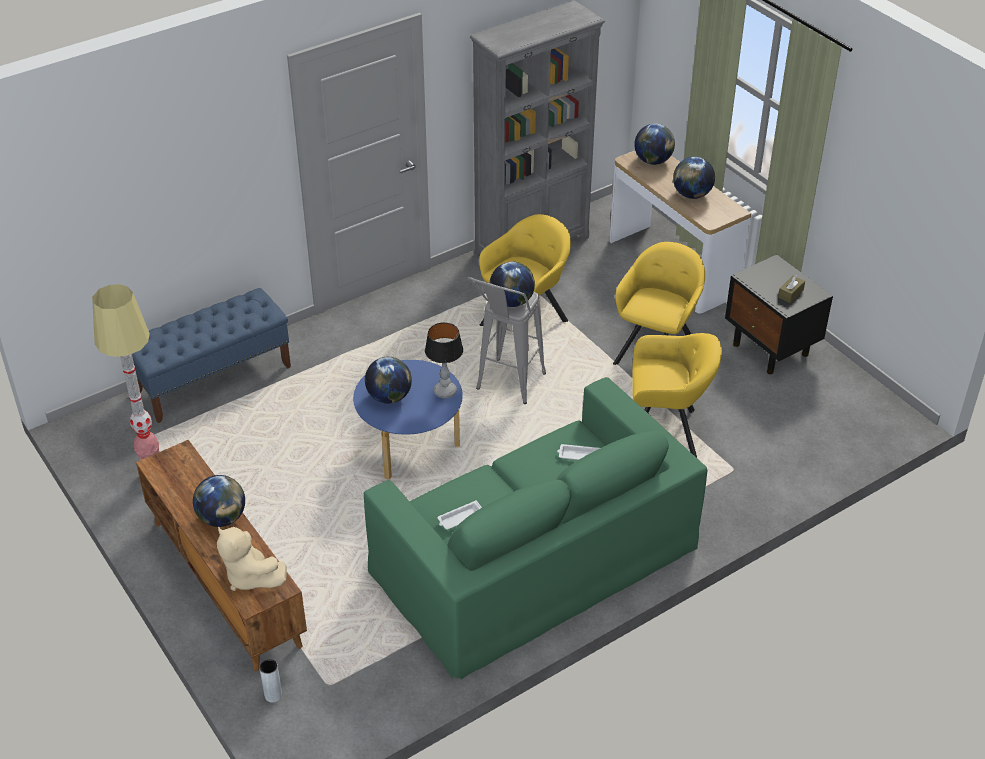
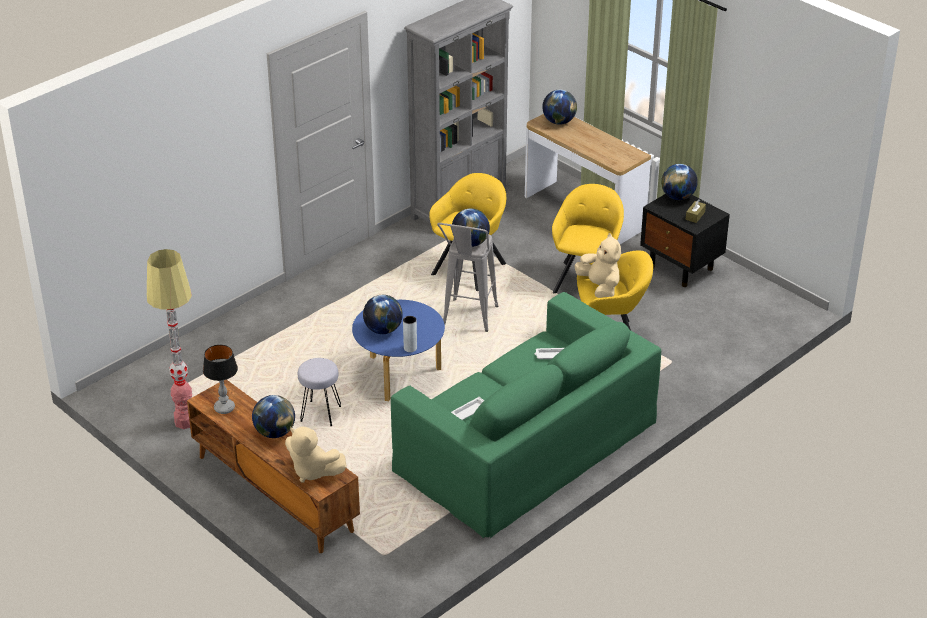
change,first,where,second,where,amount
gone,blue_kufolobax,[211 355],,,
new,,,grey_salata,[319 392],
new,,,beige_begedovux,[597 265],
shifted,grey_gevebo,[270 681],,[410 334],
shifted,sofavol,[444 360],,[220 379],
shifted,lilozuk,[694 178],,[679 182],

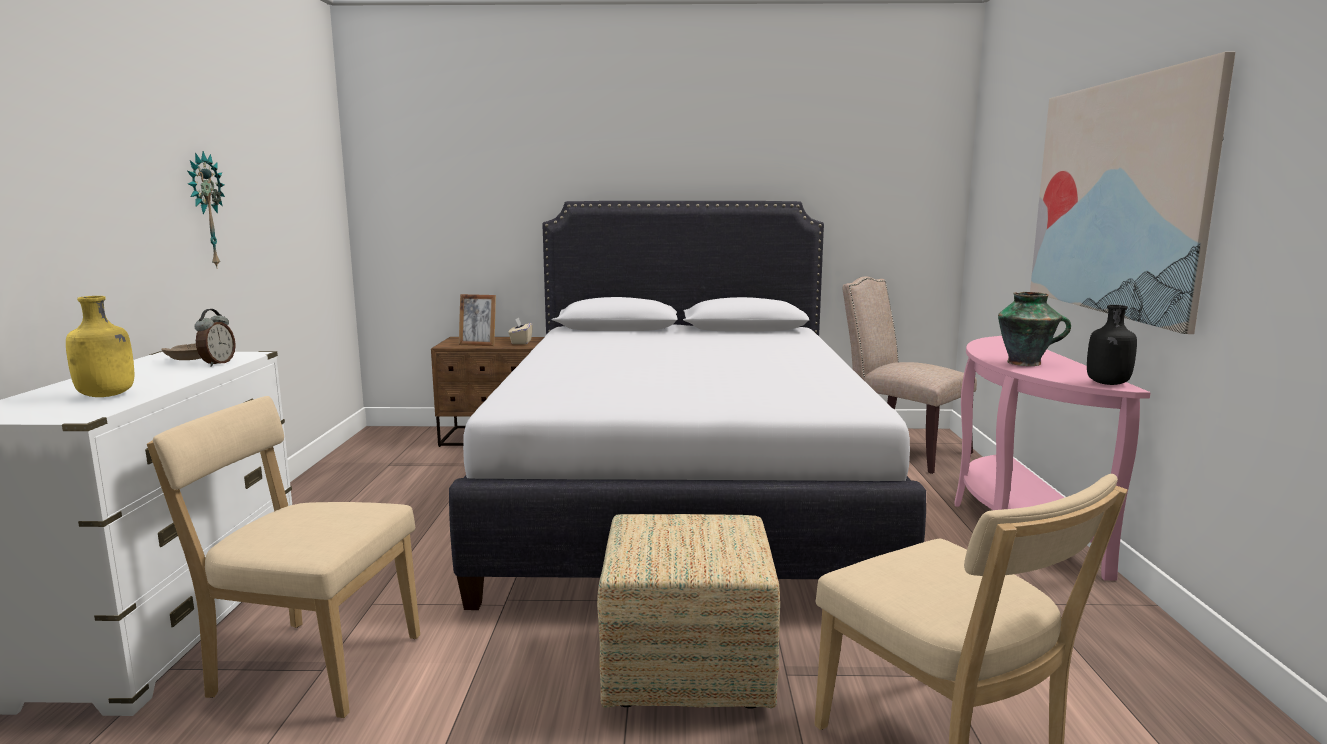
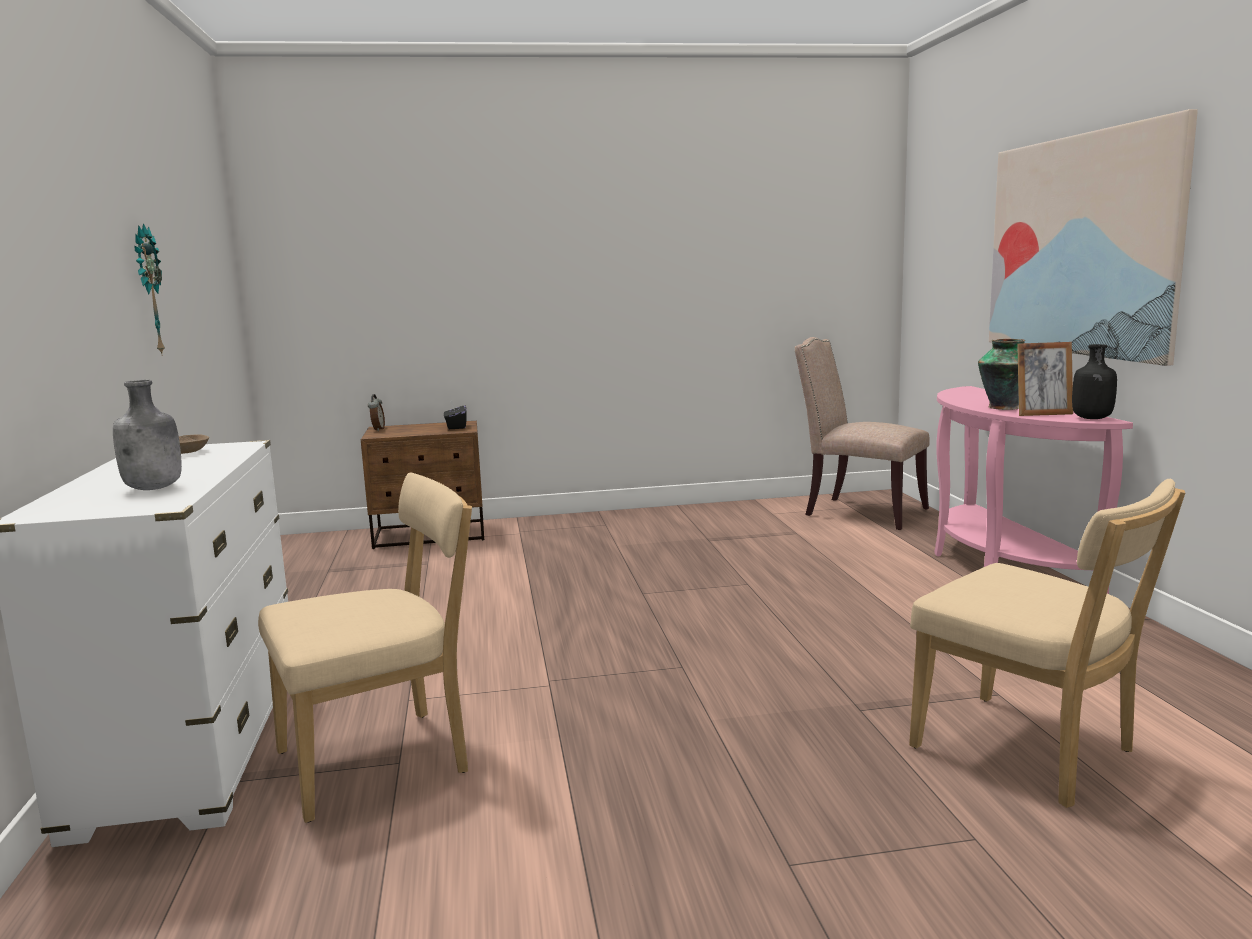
change,first,where,second,where,amount
gone,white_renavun,[687 405],,,
gone,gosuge,[688 611],,,
shifted,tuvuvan,[215 338],,[376 412],
shifted,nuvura,[477 320],,[1045 379],
repainted,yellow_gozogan,[100 346],grey_gozogan,[147 435],
repainted,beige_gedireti,[520 330],black_gedireti,[455 414],
rotated,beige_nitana,[283 557],,[365 647],150 degrees clockwise

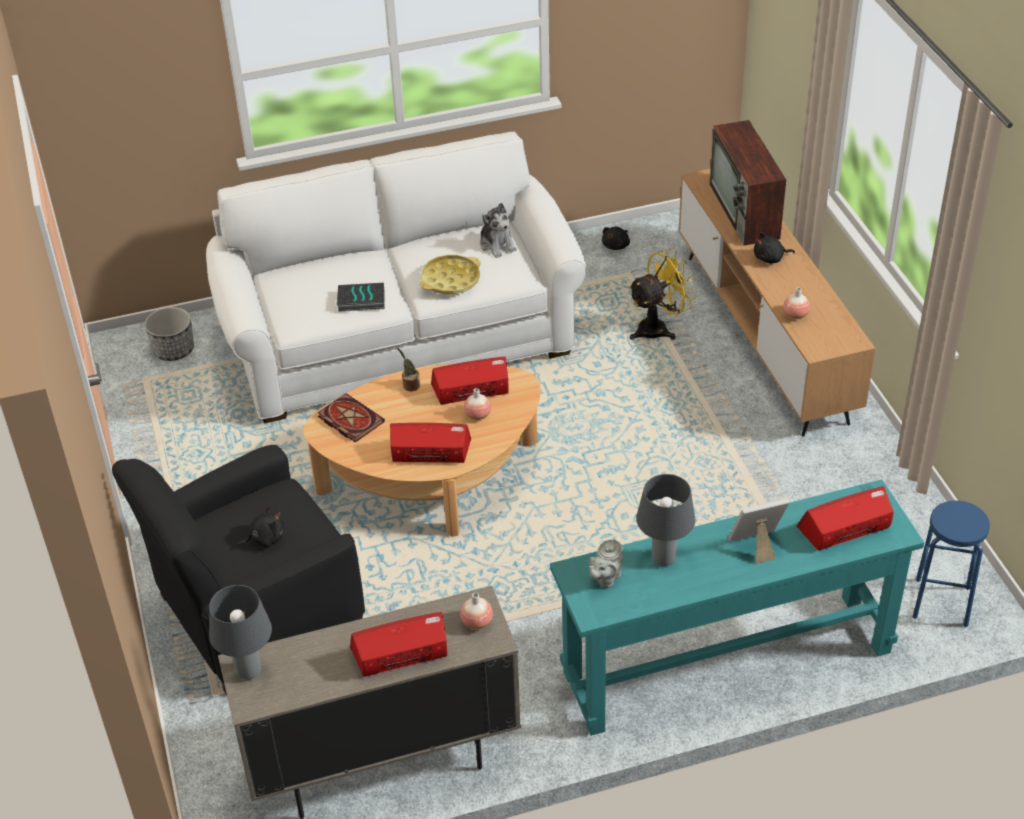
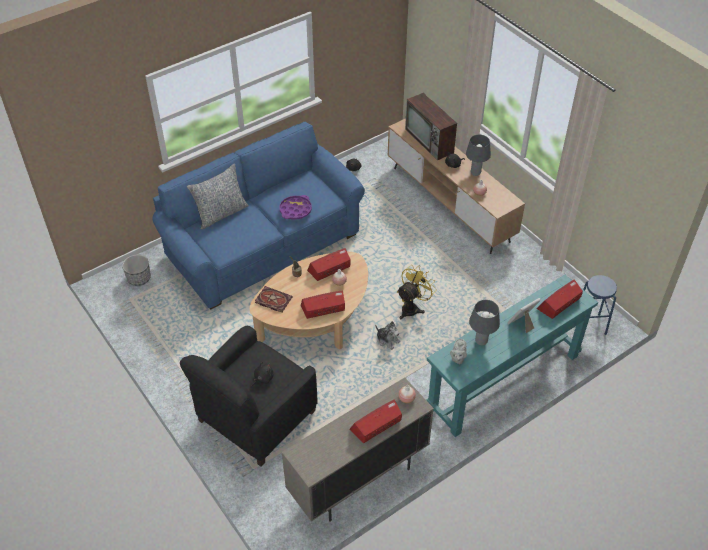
change,first,where,second,where,amount
gone,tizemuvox,[361 297],,,
new,,,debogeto,[218 196],
shifted,grey_sofavol,[240 632],,[478 155],
shifted,begedovux,[498 230],,[387 335],
shifted,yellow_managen,[662 295],,[417 292],
repainted,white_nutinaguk,[396 277],blue_nutinaguk,[258 215],
repainted,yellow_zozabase,[450 274],purple_zozabase,[295 207],

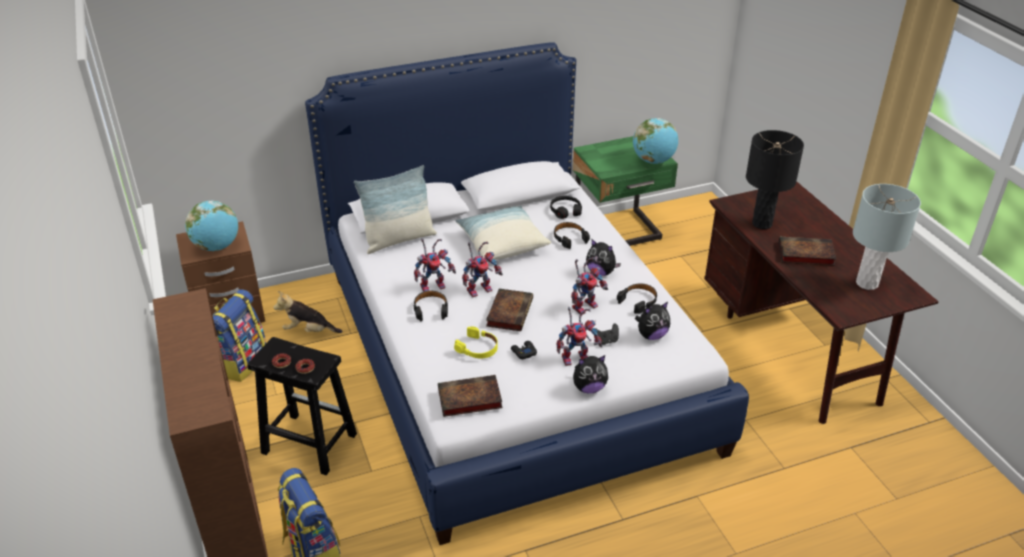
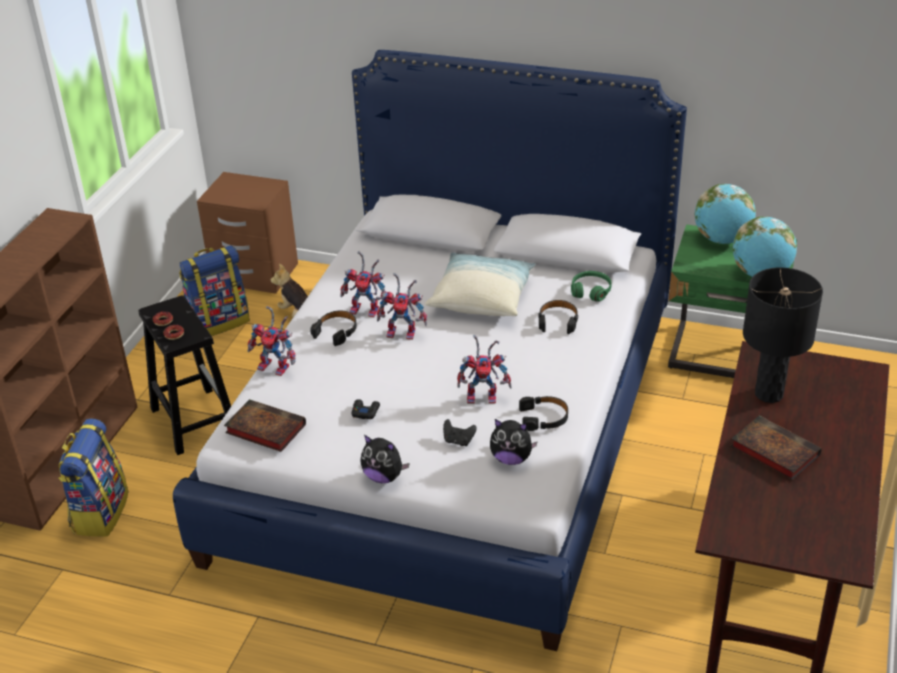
change,first,where,second,where,amount
gone,debogeto,[395 209],,,
gone,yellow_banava,[476 342],,,
gone,tizemuvox,[509 310],,,
gone,begedovux,[603 257],,,
gone,grey_sofavol,[887 237],,,
shifted,lilozuk,[211 226],,[725 214],
shifted,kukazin,[579 336],,[272 341],
repainted,black_banava,[566 207],green_banava,[591 286],

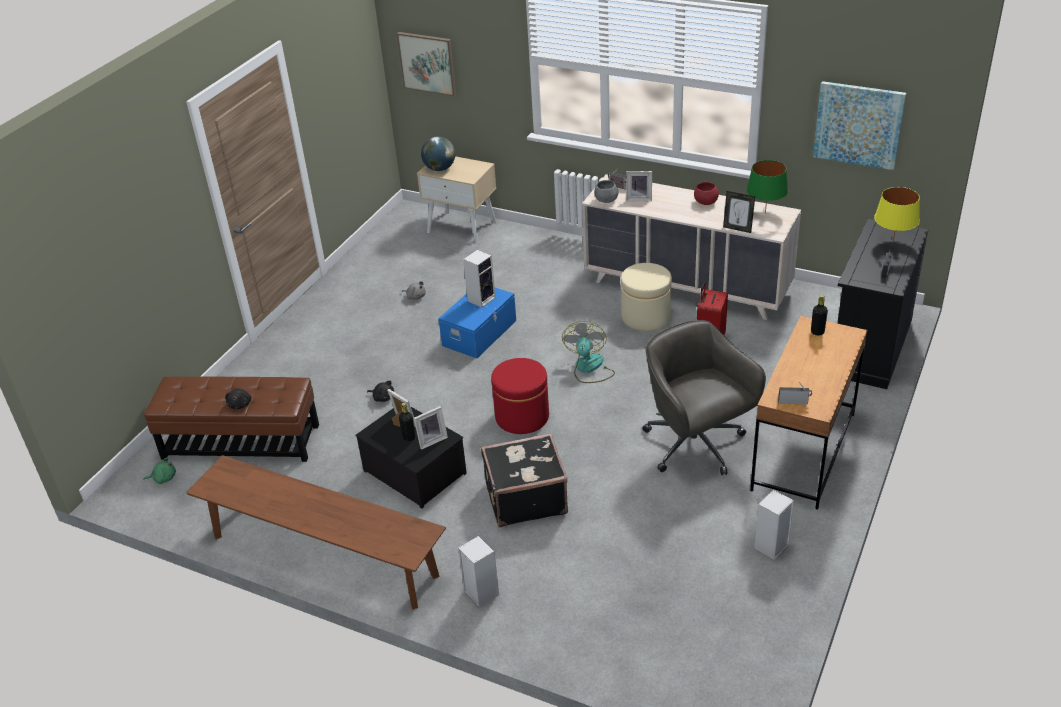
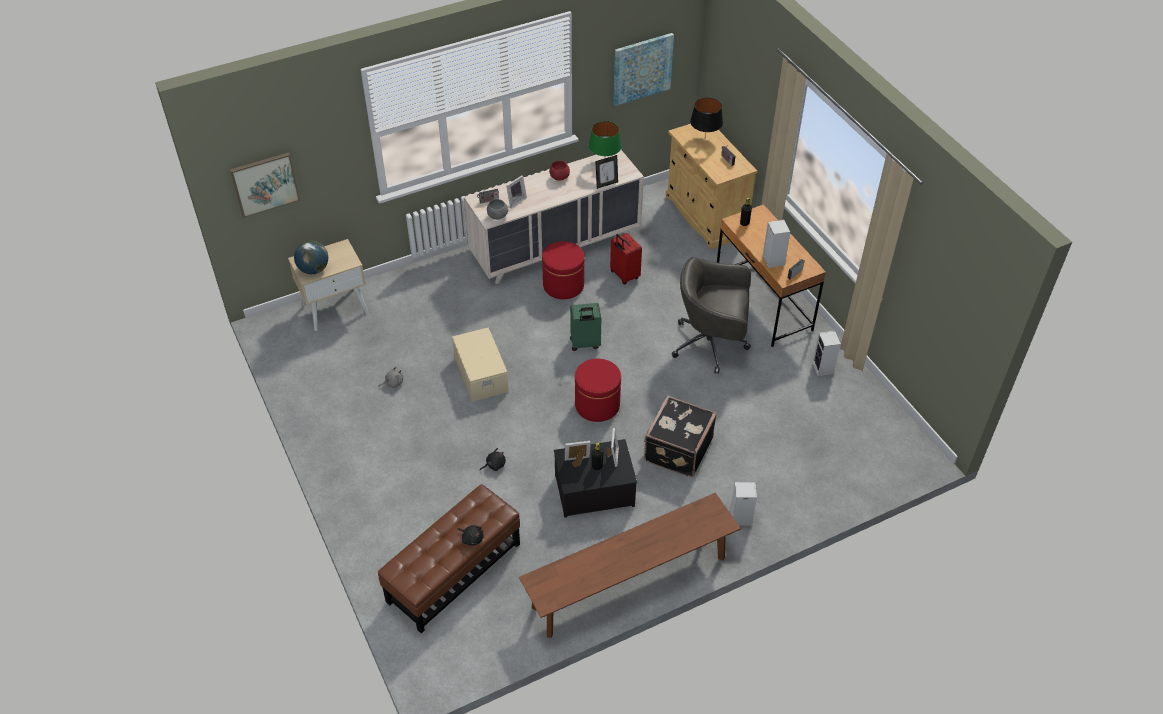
change,first,where,second,where,amount
gone,green_begedovux,[159 470],,,
shifted,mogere,[479 278],,[776 244],
swapped,managen,[588 352],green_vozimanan,[585 327],
repainted,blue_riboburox,[477 322],beige_riboburox,[480 364],
repainted,beige_gosuge,[646 297],red_gosuge,[563 270],
repainted,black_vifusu,[882 304],beige_vifusu,[711 186],
repainted,yellow_sofavol,[897 214],black_sofavol,[706 117],

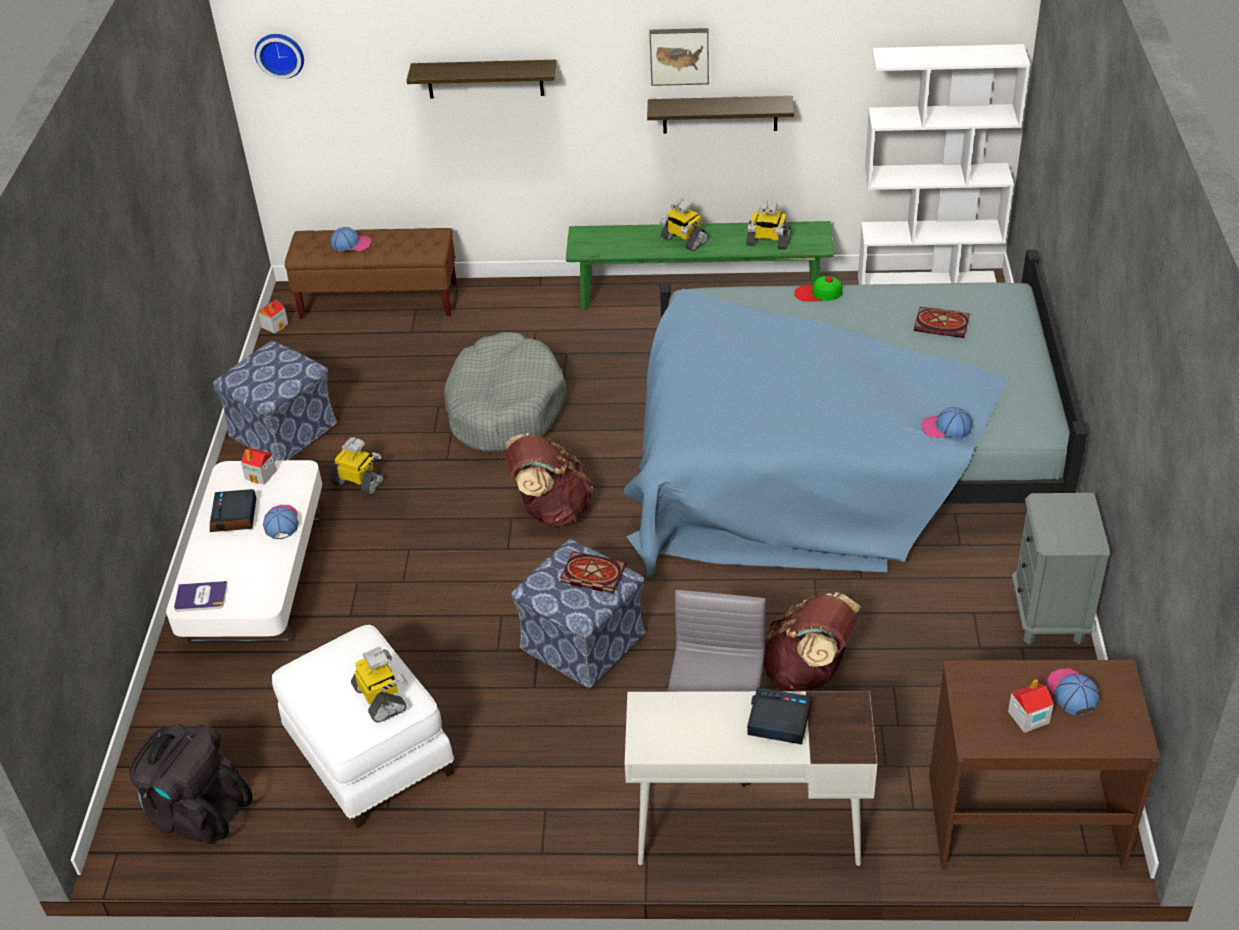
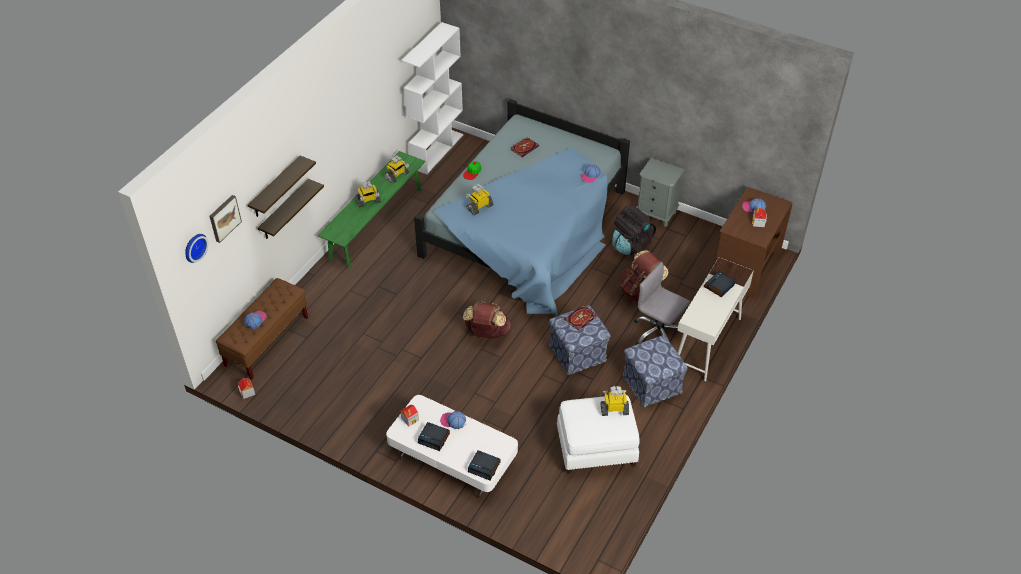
change,first,where,second,where,amount
gone,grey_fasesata,[505 392],,,
shifted,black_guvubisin,[190 784],,[634 230],
shifted,gosuge,[275 401],,[655 371],
shifted,kukazin,[357 466],,[480 199],
shifted,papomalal,[720 115],,[291 209],
shifted,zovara,[679 57],,[225 219],
swapped,tizemuvox,[200 596],tuvuvan,[484 465],

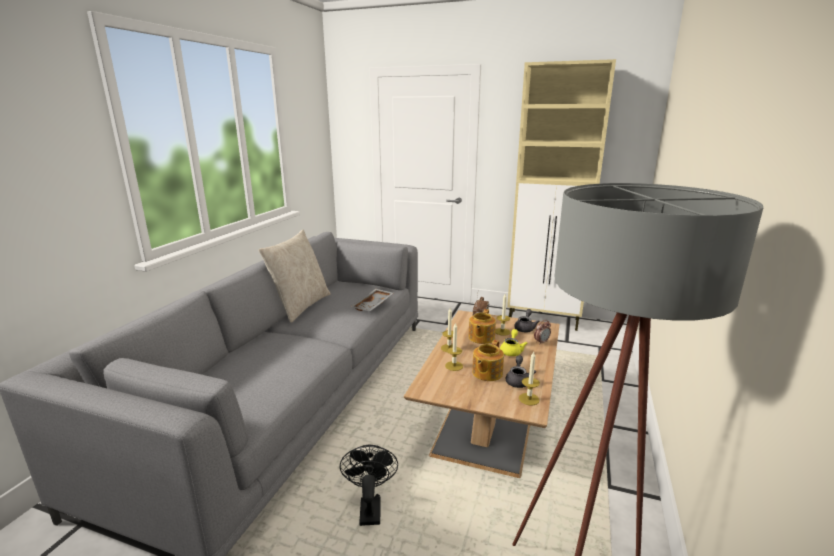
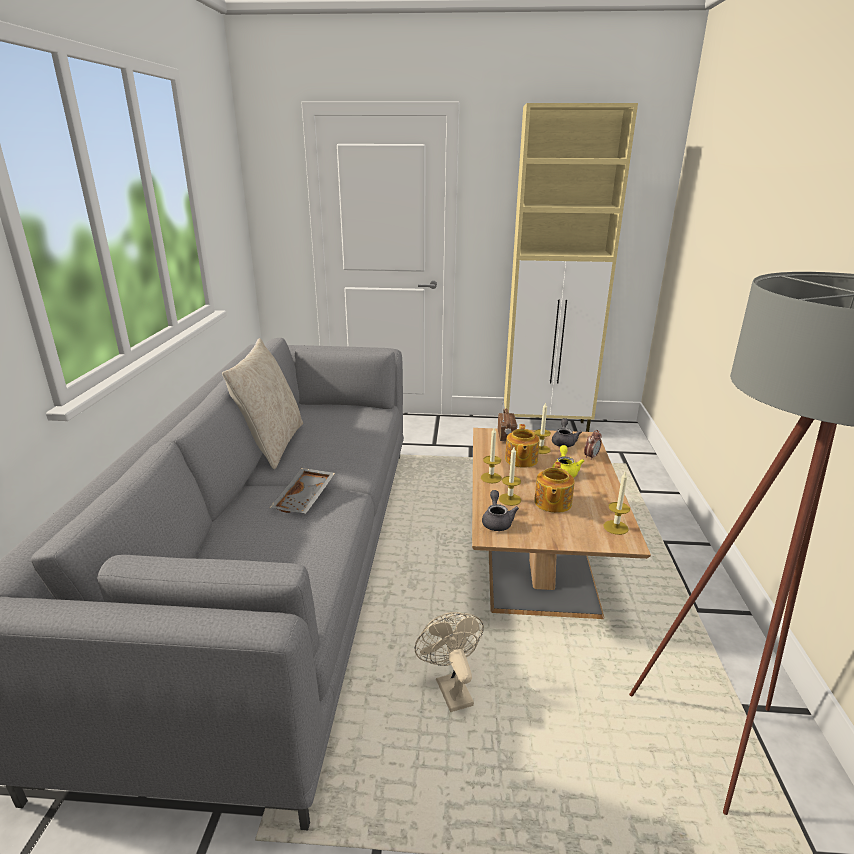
change,first,where,second,where,amount
shifted,grey_zozabase,[372 300],,[302 490],
shifted,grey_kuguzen,[521 371],,[500 510],
repainted,black_managen,[369 485],beige_managen,[449 662],

